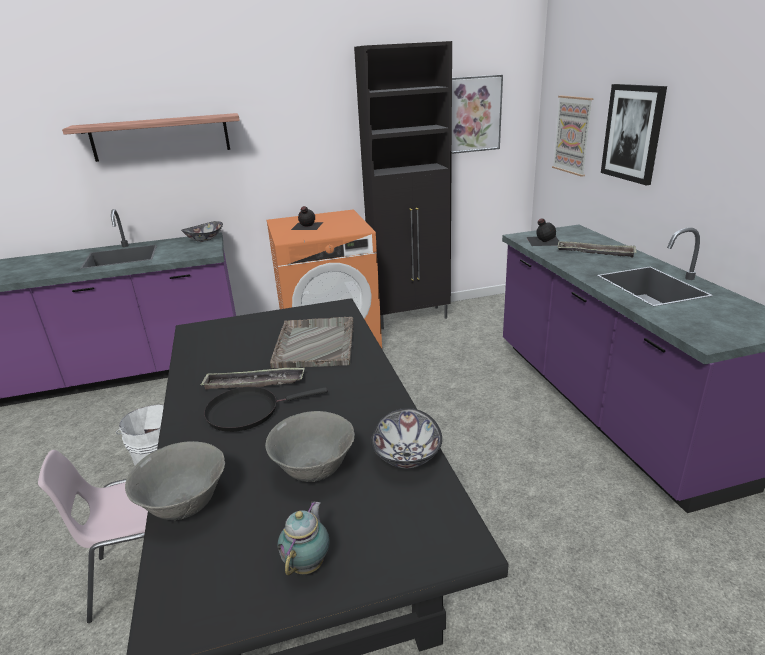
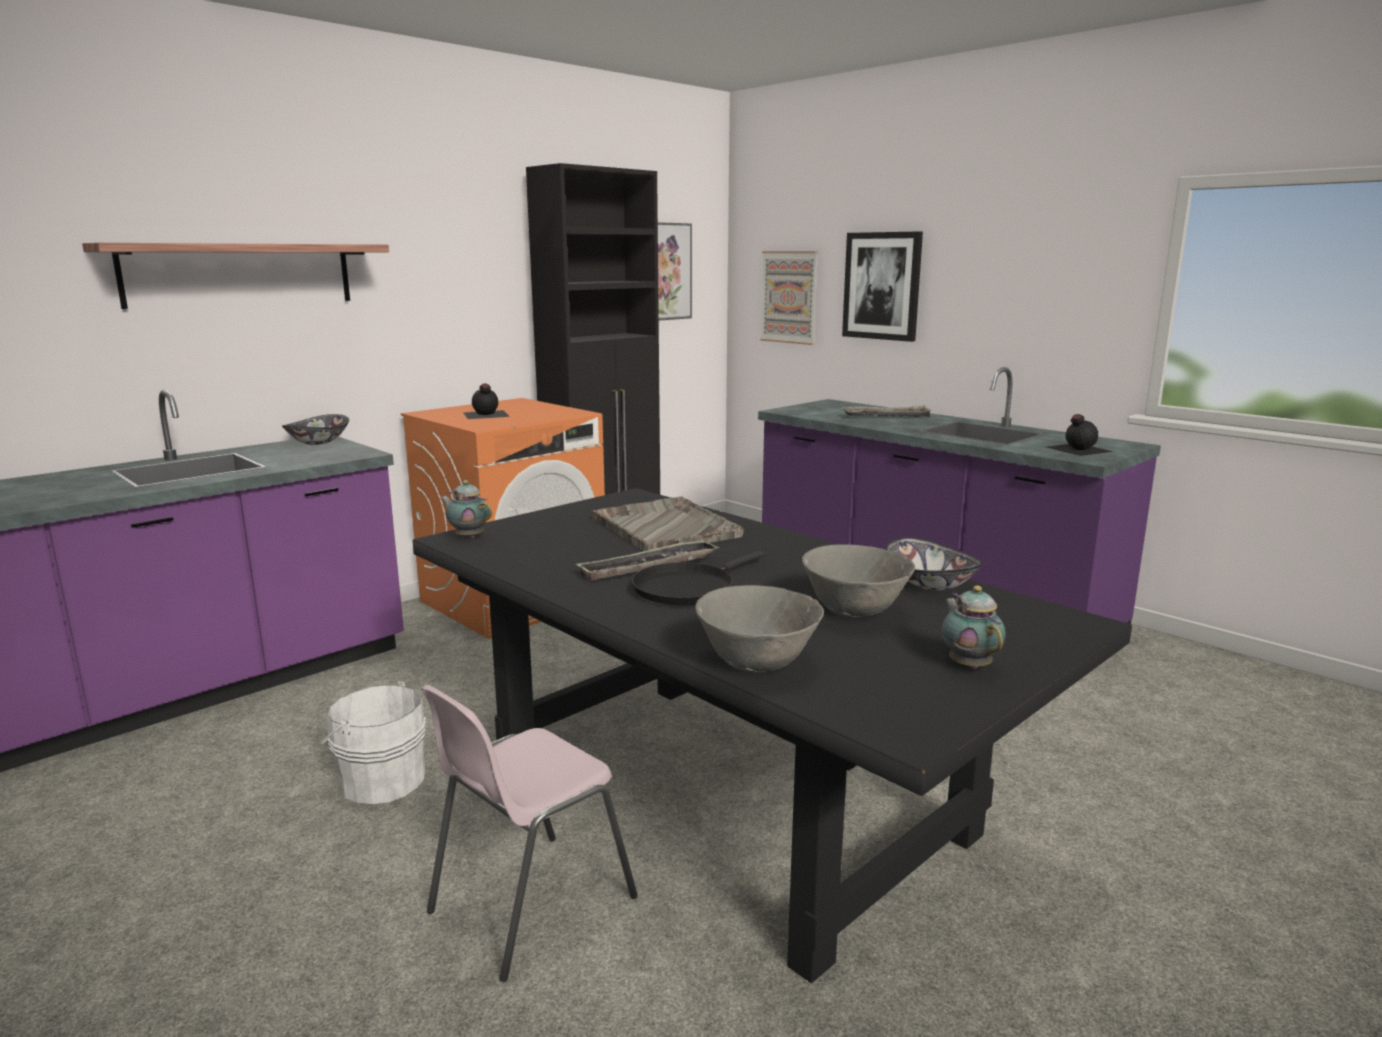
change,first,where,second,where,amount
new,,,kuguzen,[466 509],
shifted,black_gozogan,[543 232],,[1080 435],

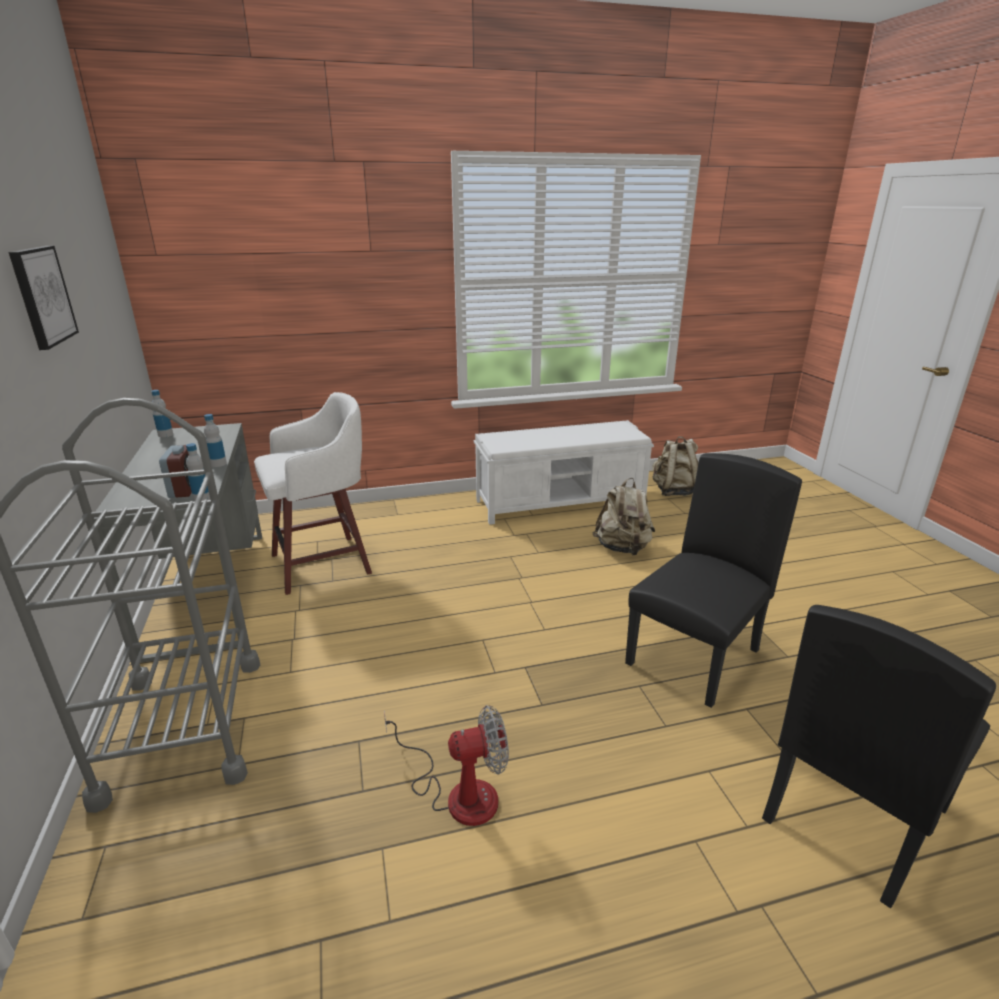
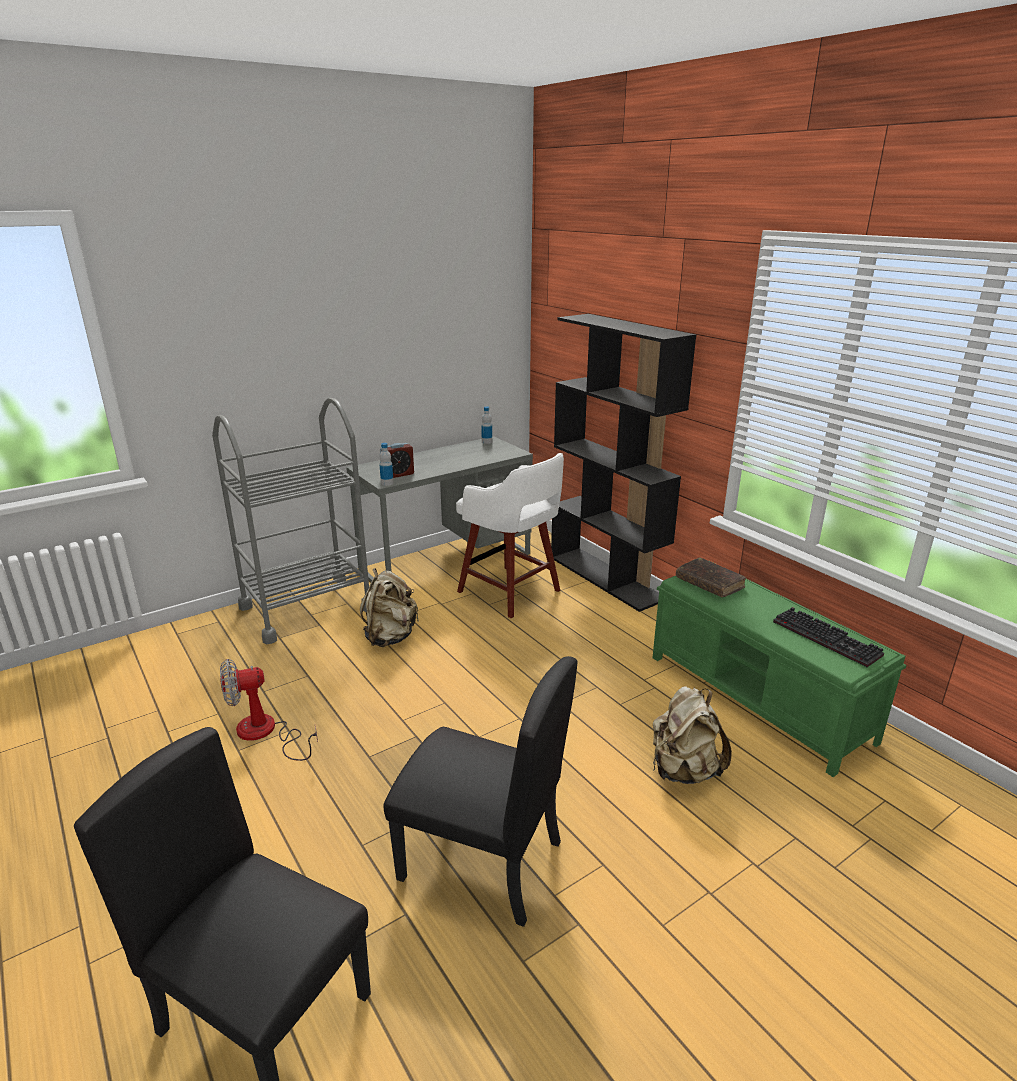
change,first,where,second,where,amount
gone,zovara,[43 298],,,
gone,gozogan,[215 440],,,
new,,,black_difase,[623 463],
new,,,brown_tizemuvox,[711 577],
new,,,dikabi,[828 637],
shifted,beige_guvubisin,[675 466],,[389 607],
repainted,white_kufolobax,[564 472],green_kufolobax,[779 669],
rotated,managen,[446 765],,[269 710],105 degrees clockwise

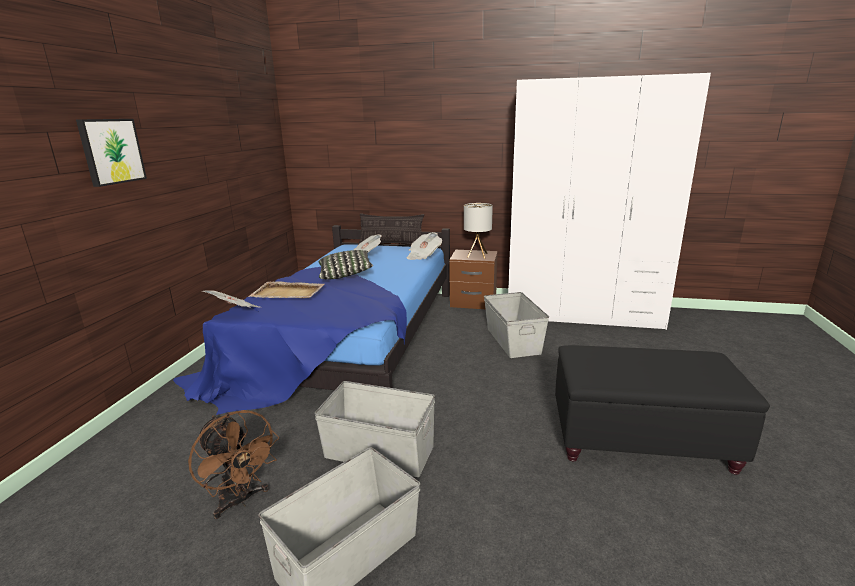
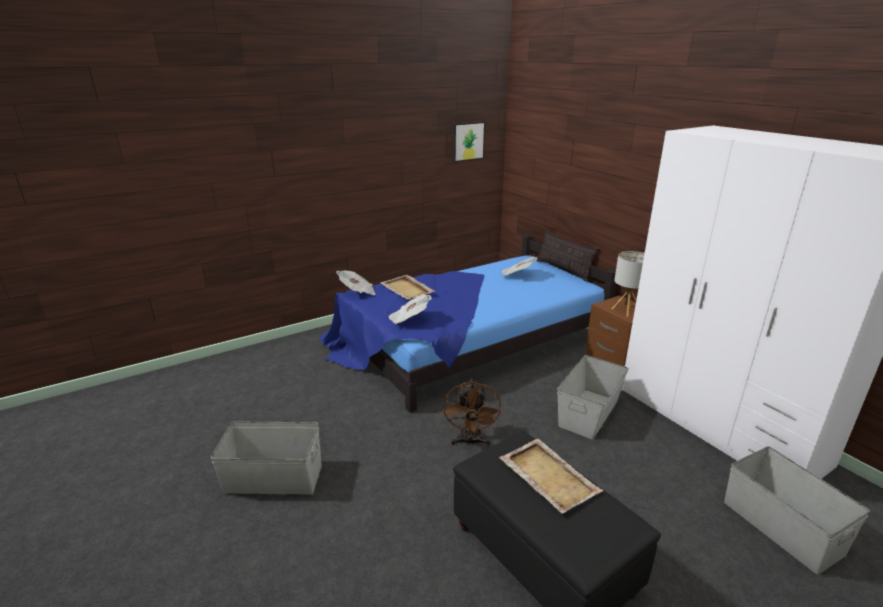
change,first,where,second,where,amount
gone,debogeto,[345 264],,,
new,,,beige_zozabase,[551 476],
shifted,zovara,[111 153],,[468 141],
shifted,brown_managen,[233 464],,[472 413],
shifted,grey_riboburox,[374 429],,[797 510],
shifted,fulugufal,[424 246],,[410 309],

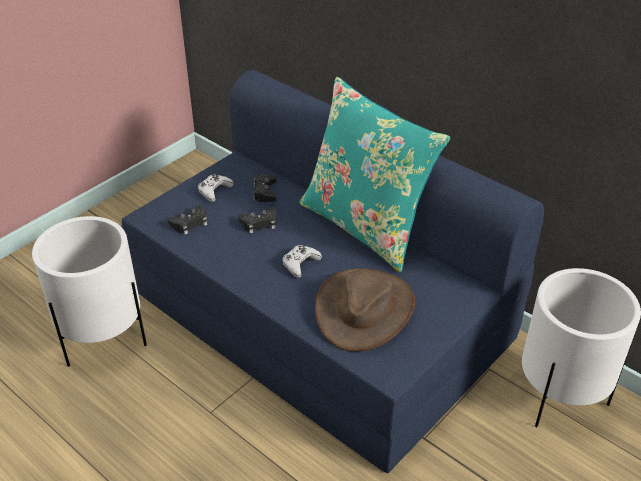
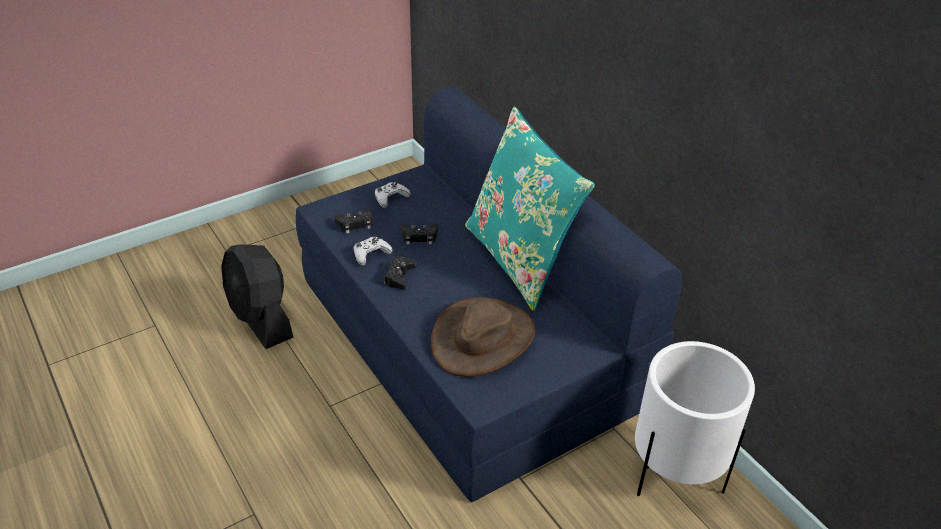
change,first,where,second,where,amount
shifted,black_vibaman,[265 188],,[400 272],
shifted,white_vibaman,[302 261],,[373 251],
swapped,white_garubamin,[89 291],black_managen,[257 296],

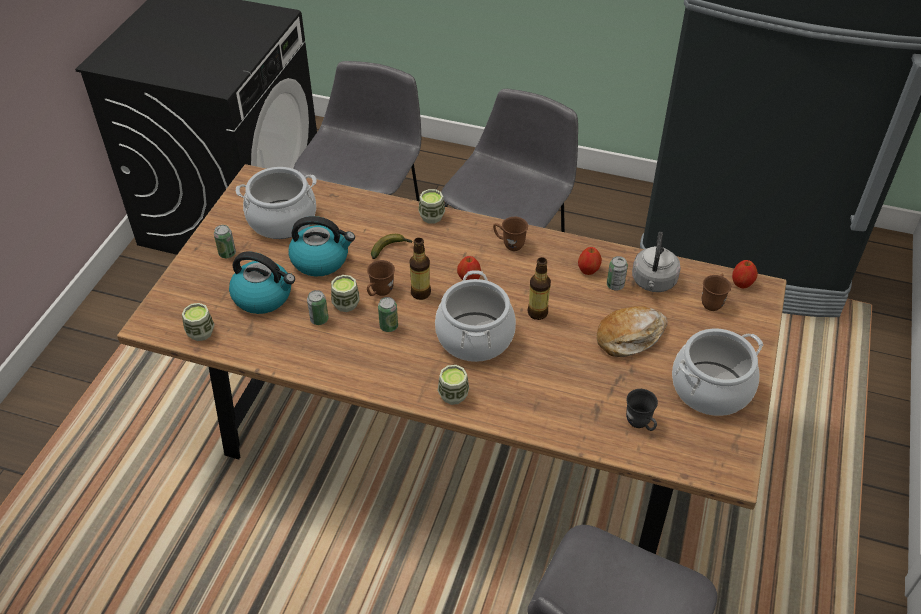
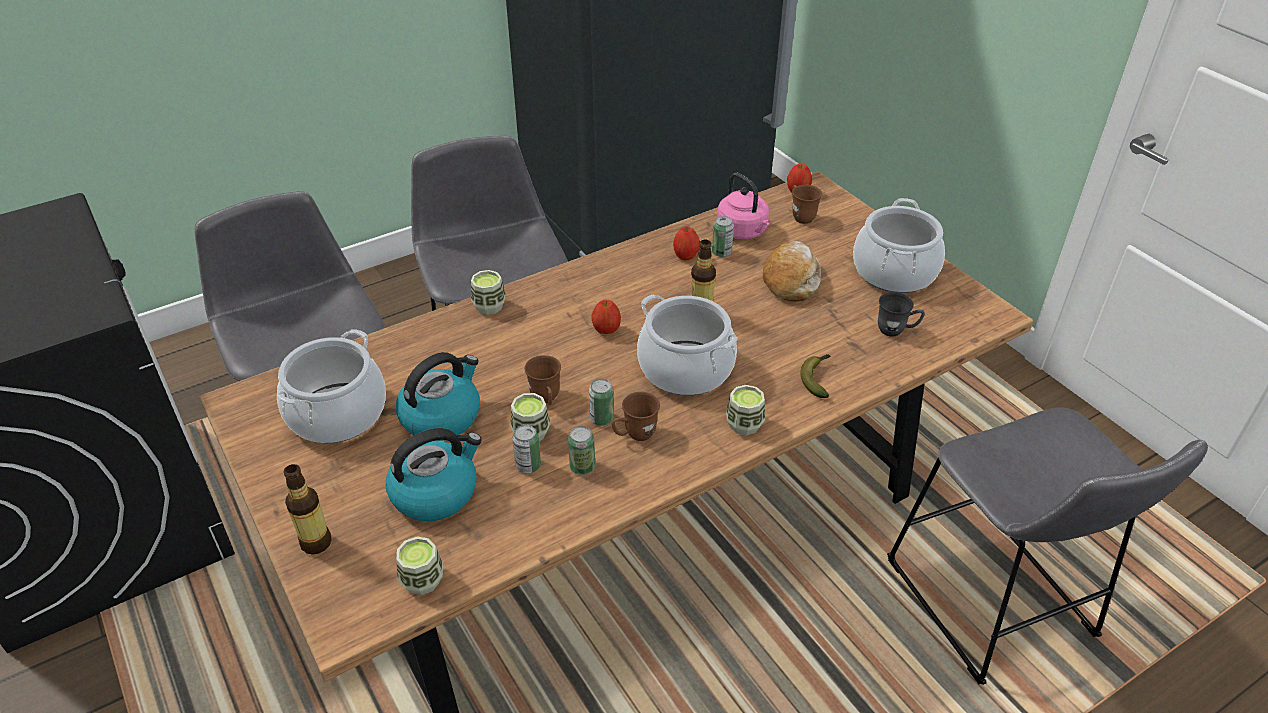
change,first,where,second,where,amount
shifted,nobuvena,[225 241],,[581 450],
shifted,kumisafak,[392 246],,[815 376],
shifted,gozogan,[420 269],,[307 509],
shifted,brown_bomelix,[510 234],,[636 416],
repainted,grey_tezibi,[656 262],pink_tezibi,[743 206],

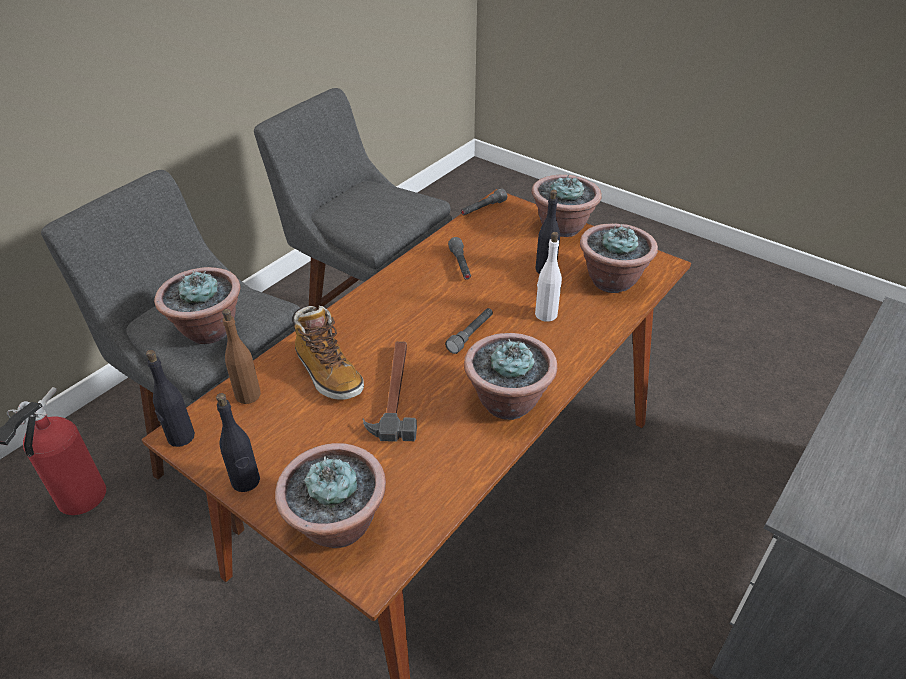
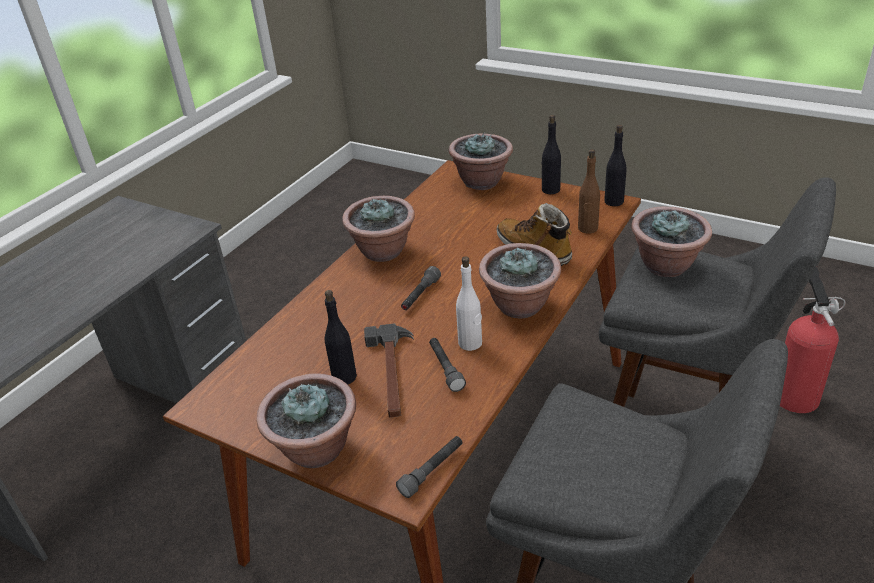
change,first,where,second,where,amount
shifted,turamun,[390 392],,[389 370],
shifted,white_gozogan,[548 277],,[469 303],
shifted,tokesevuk,[619 258],,[520 281],

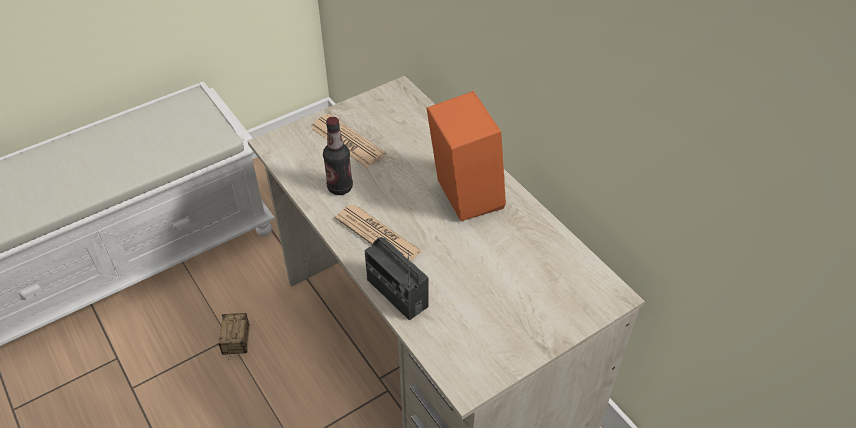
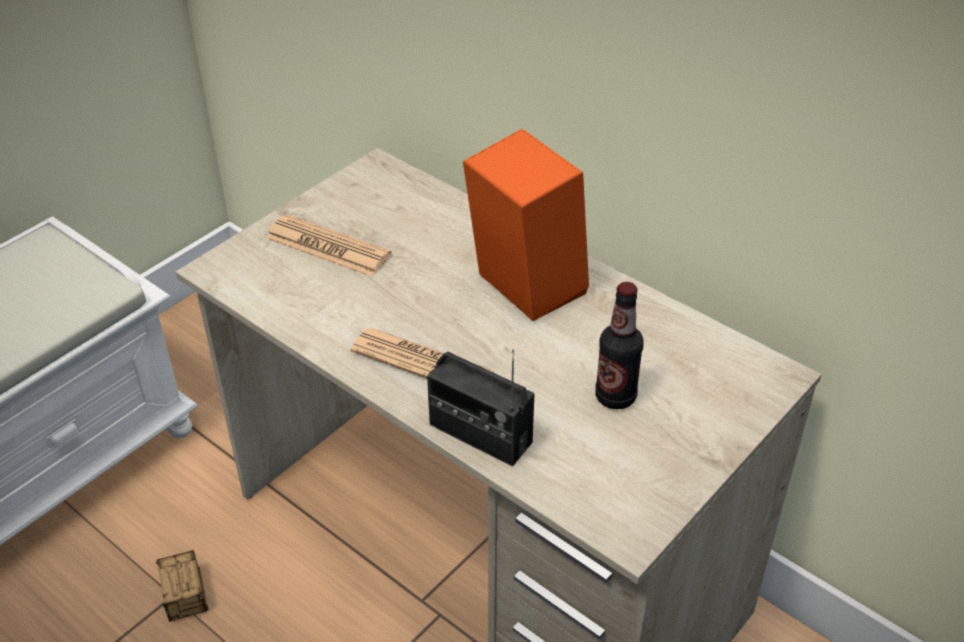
change,first,where,second,where,amount
shifted,gozogan,[338 156],,[619 345],

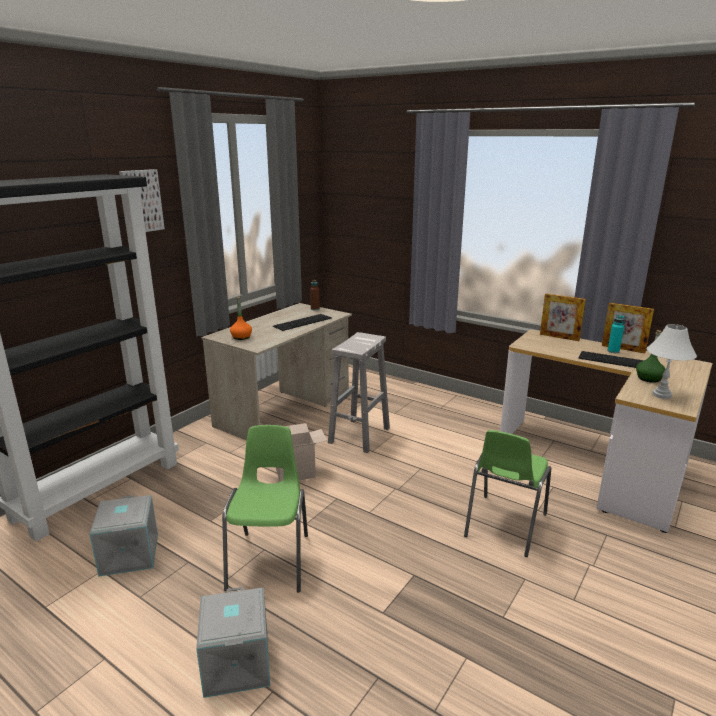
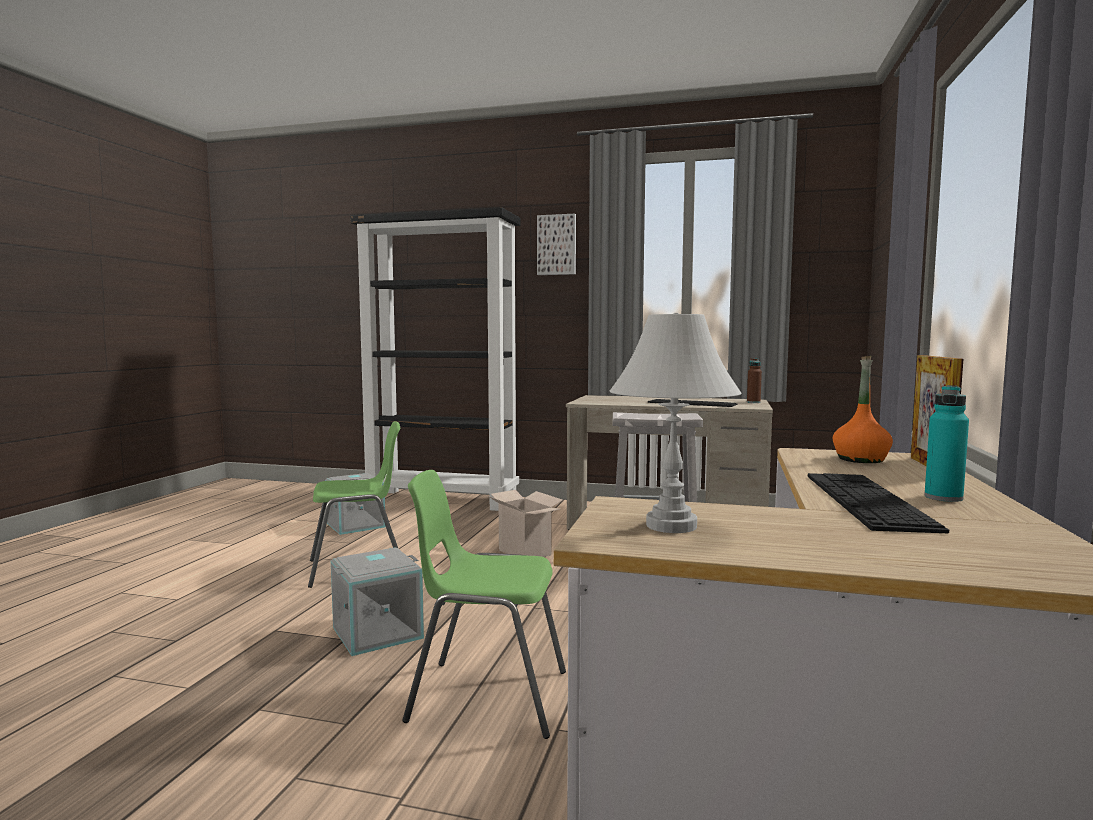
change,first,where,second,where,amount
gone,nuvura,[628 328],,,
gone,green_gozogan,[650 356],,,
shifted,grey_riboburox,[233 642],,[377 602],
shifted,orange_gozogan,[241 318],,[863 409],

